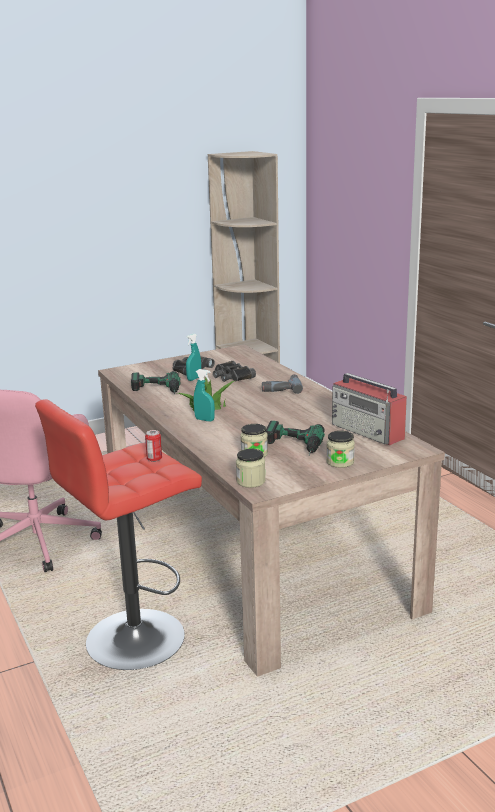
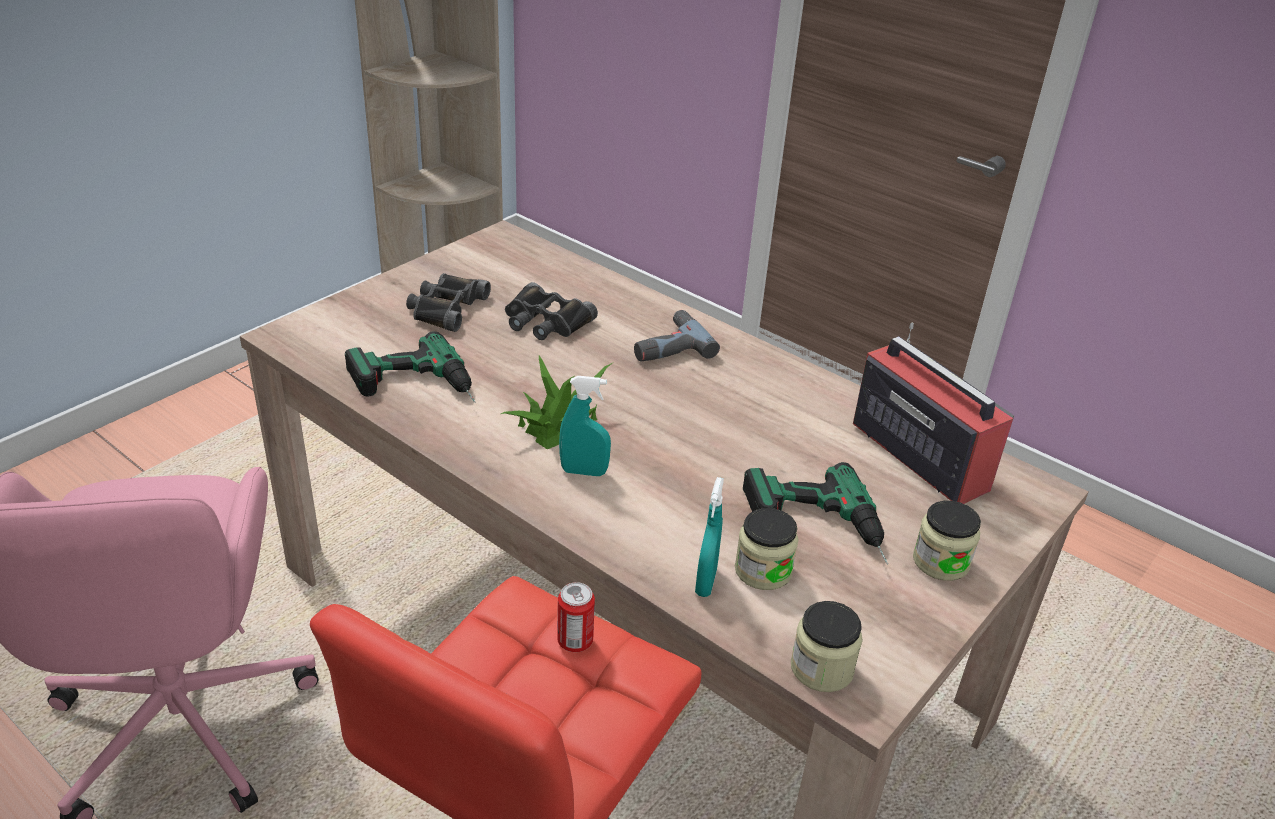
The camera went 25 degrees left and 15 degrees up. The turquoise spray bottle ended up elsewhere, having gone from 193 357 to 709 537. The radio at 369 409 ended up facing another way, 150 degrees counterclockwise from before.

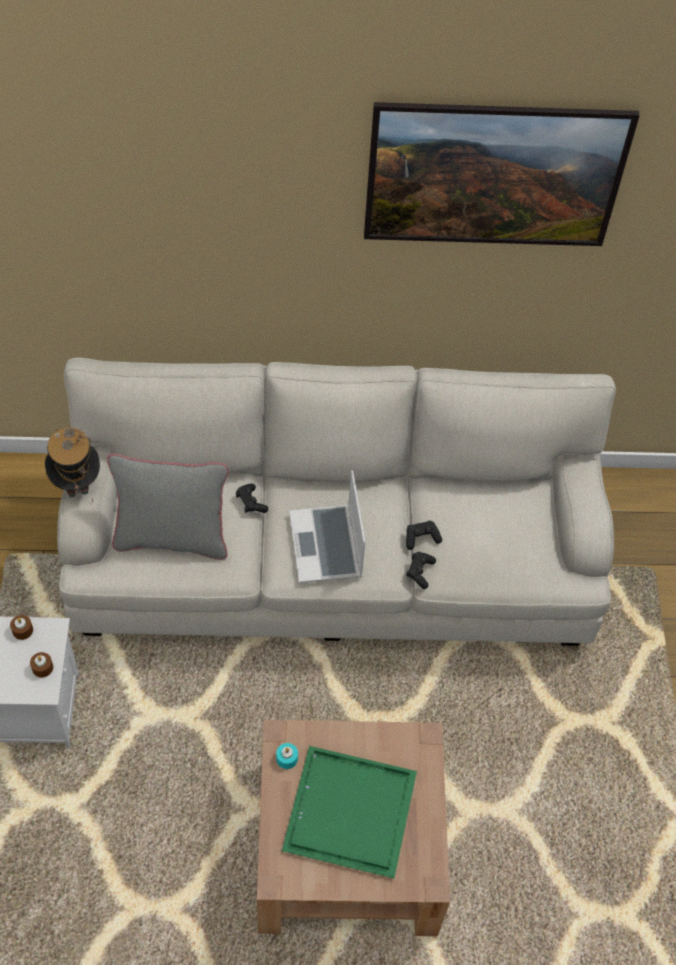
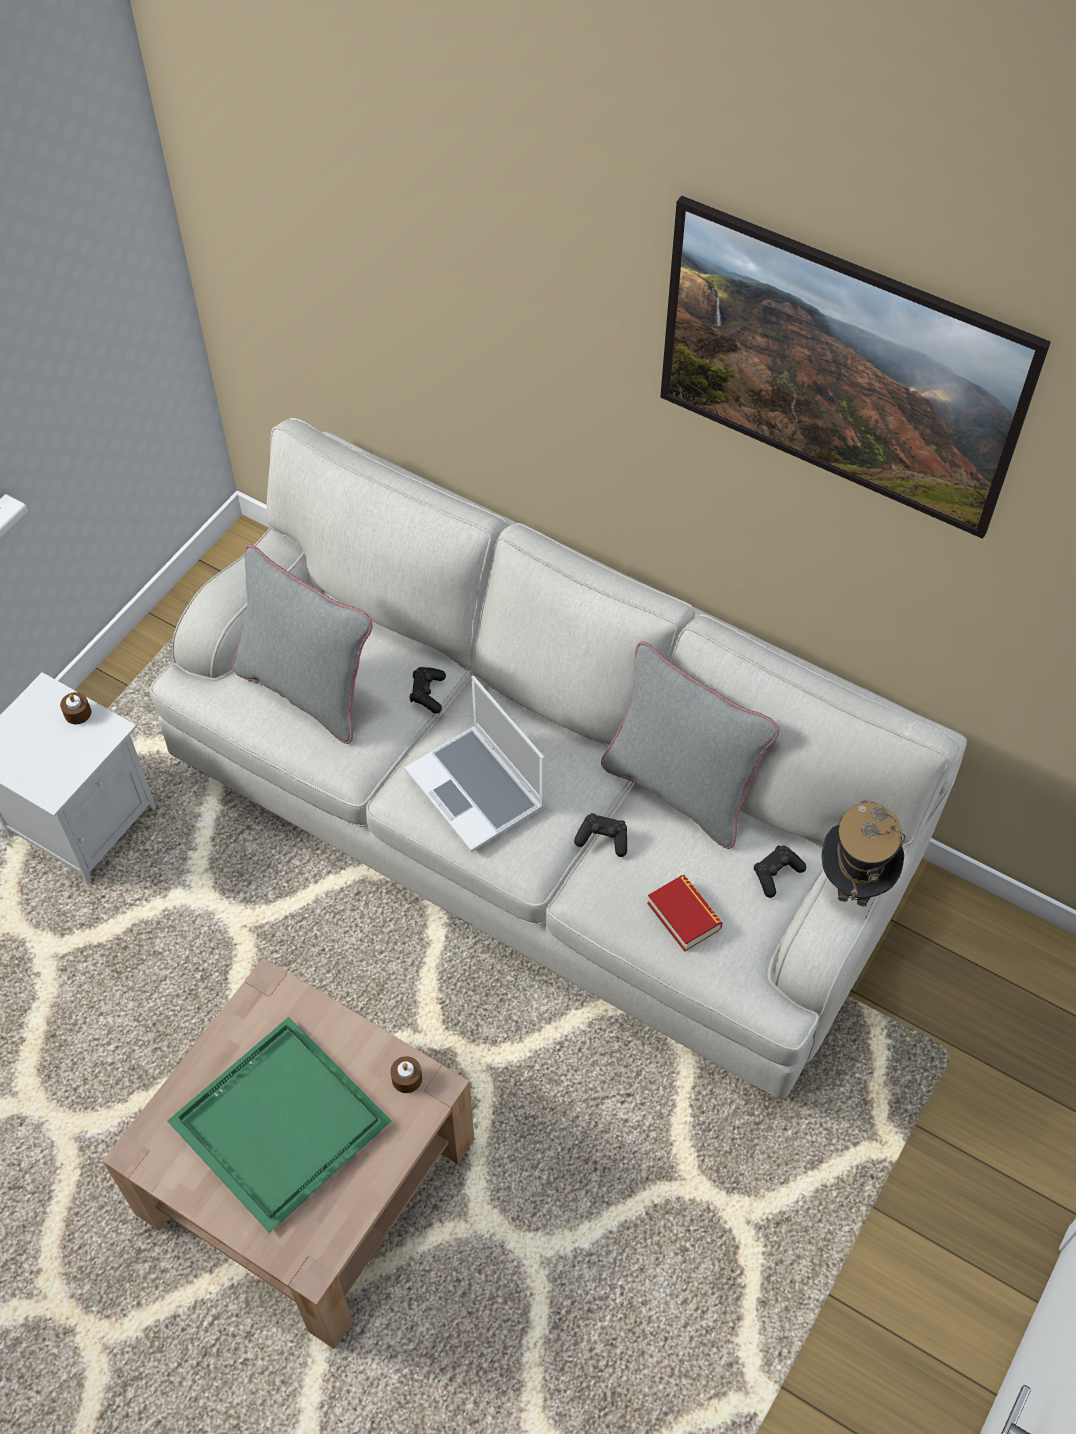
The camera went 35 degrees right and 0 degrees up. The second view lost the turquoise candle at 287 756. The second view gained the grey pillow at 690 745. The second view gained the book at 684 913. The brown candle ended up elsewhere, having gone from 41 665 to 406 1074. The hat ended up elsewhere, having gone from 72 465 to 863 859. The black game controller ended up elsewhere, having gone from 421 570 to 780 871. The laptop at 327 526 ended up facing another way, 60 degrees counterclockwise from before.

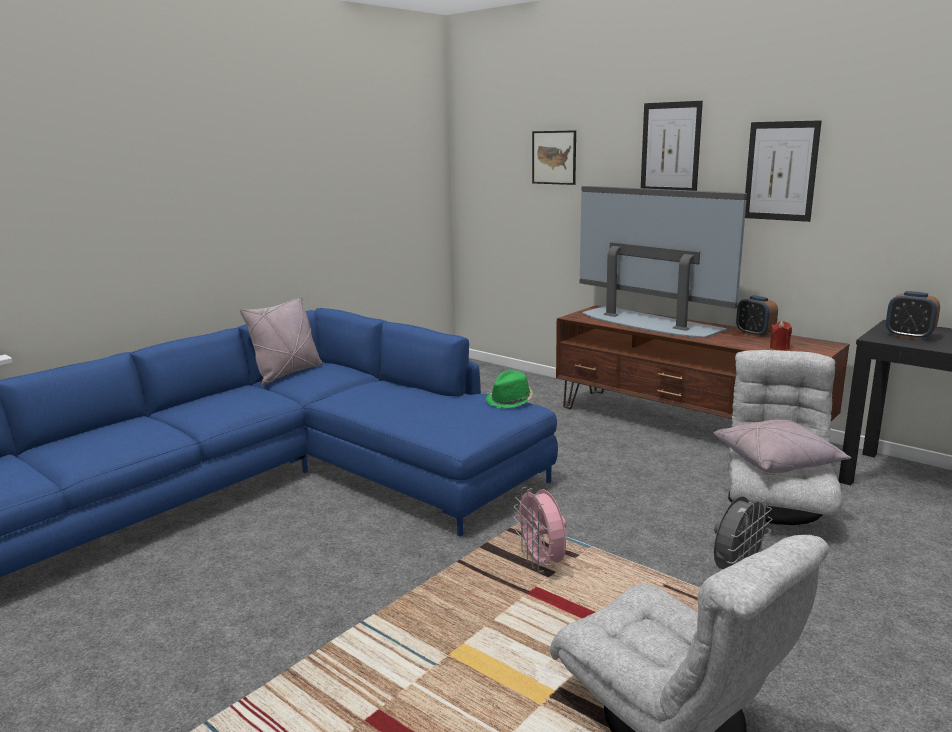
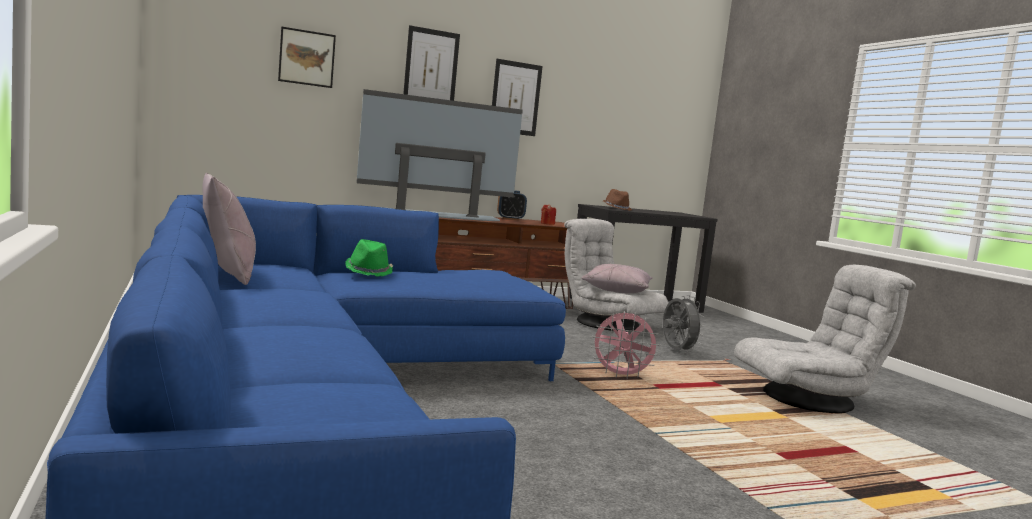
The camera went 65 degrees left and 10 degrees down. The green hat ended up elsewhere, having gone from 509 389 to 369 258. Where the alarm clock stood at 913 315, the brown hat came to stand at 617 200.

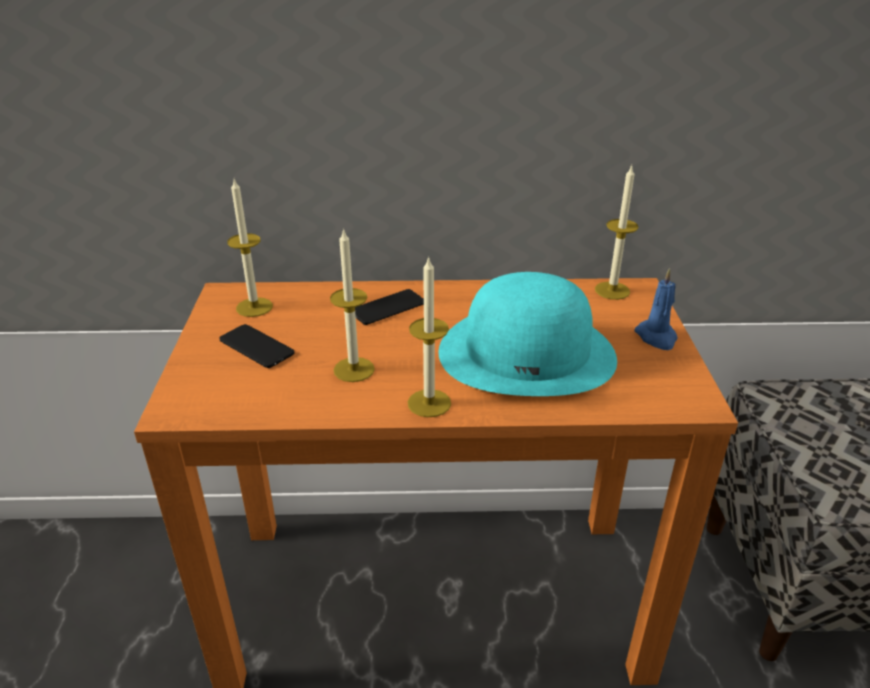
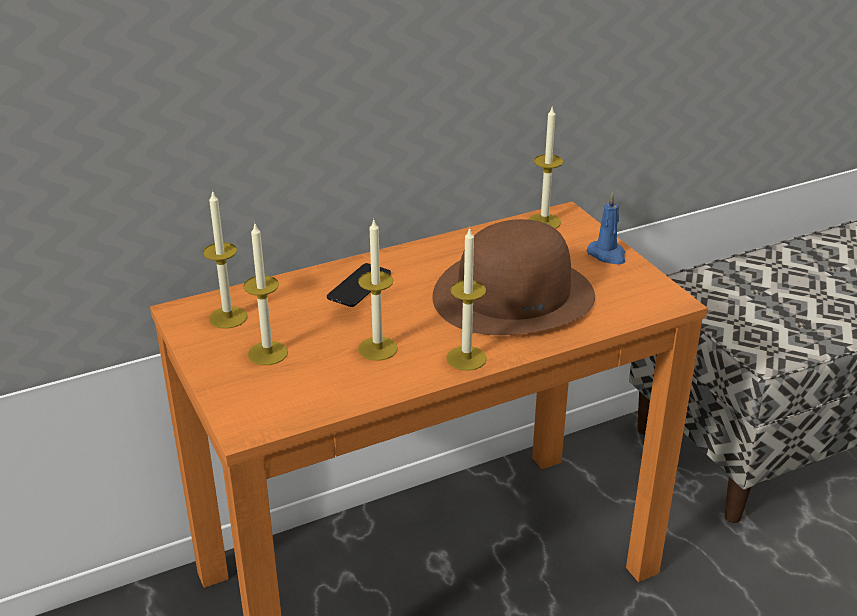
The camera went 25 degrees left and 0 degrees up. Where the phone stood at 256 346, the candle came to stand at 265 293. What was the turquoise hat at 527 334 turned into the brown hat at 513 277.

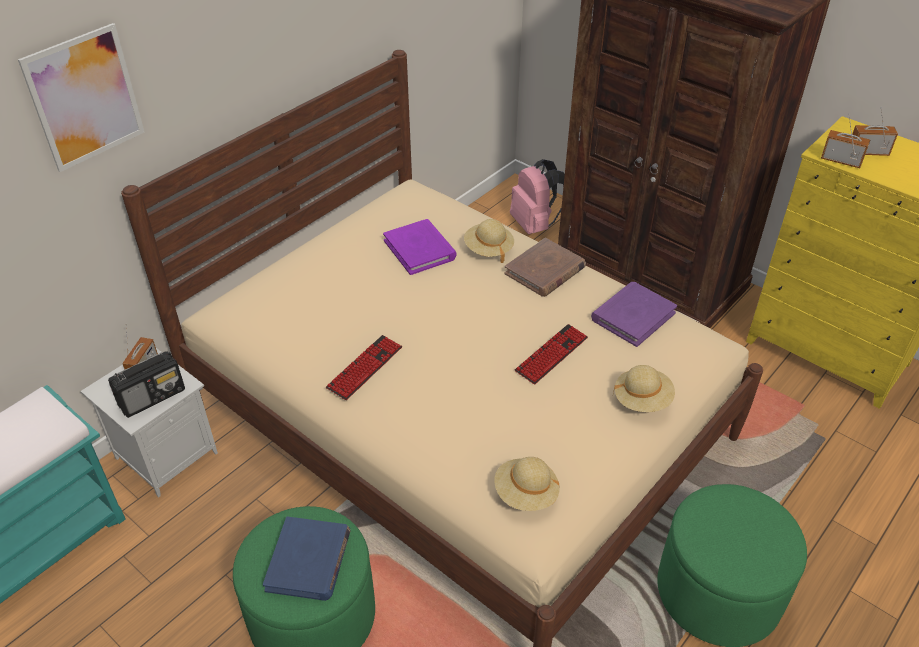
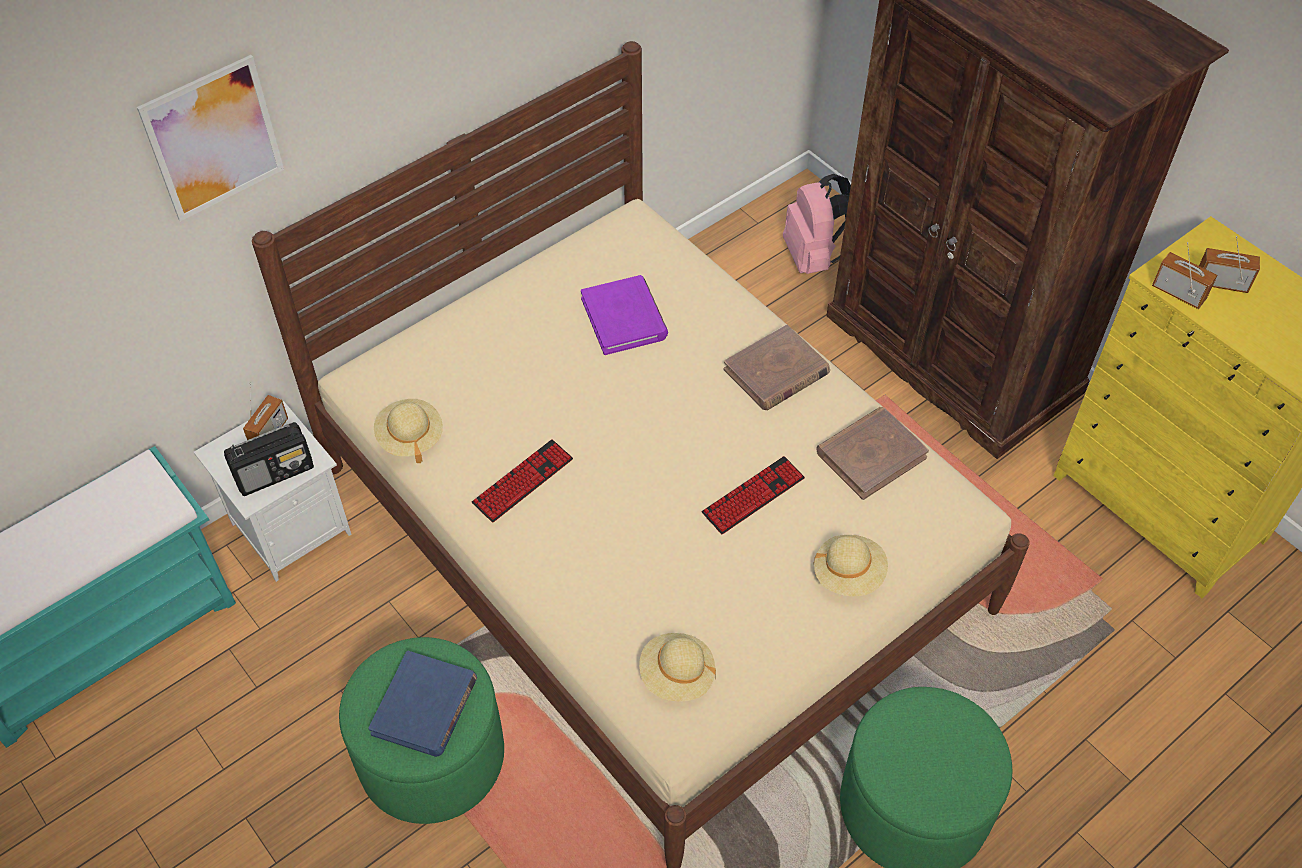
The camera went 10 degrees right and 10 degrees up. The beige hat ended up elsewhere, having gone from 489 241 to 408 431. What was the purple book at 634 314 turned into the brown book at 872 453.

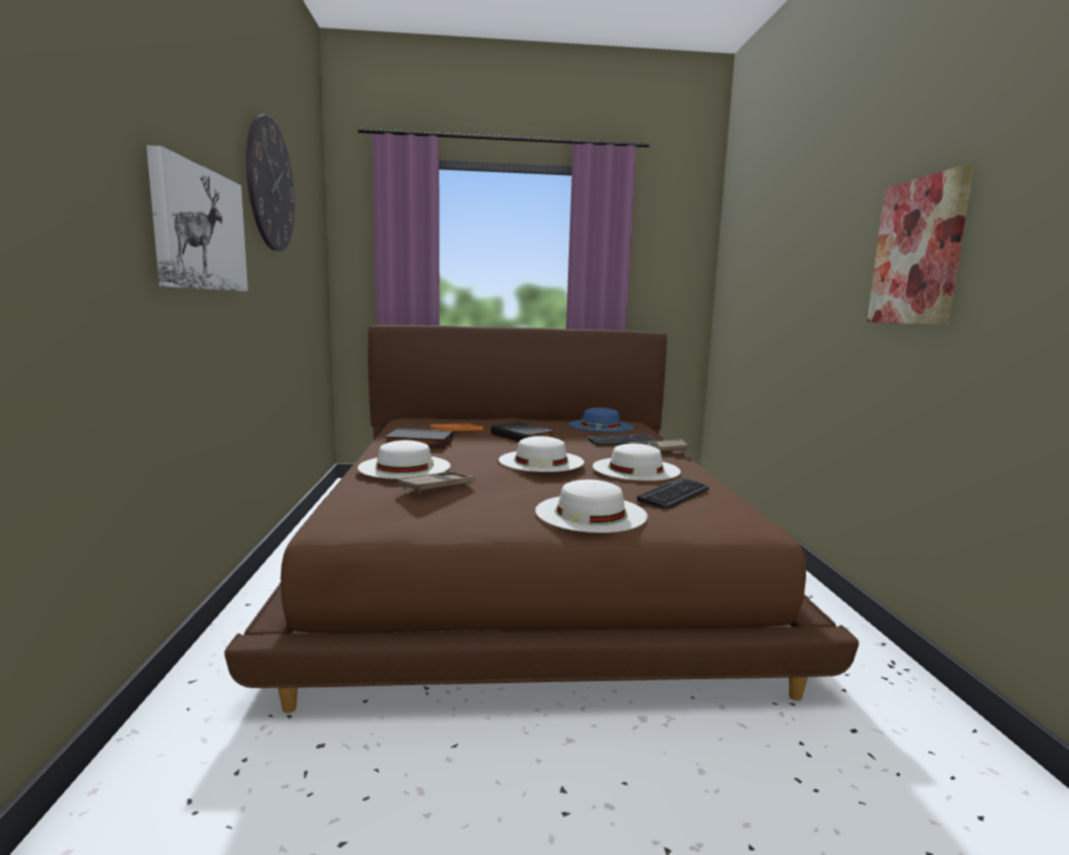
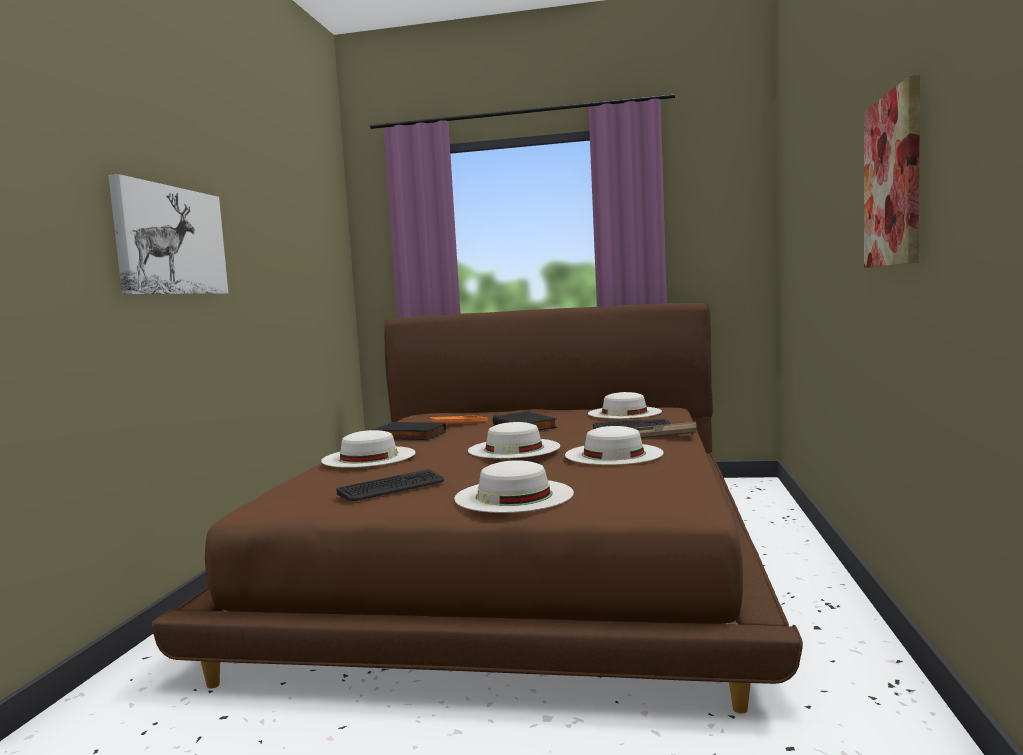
The camera went 15 degrees right and 5 degrees down. The second view lost the wall clock at 270 183. The second view lost the brown tray at 436 482. The keyboard ended up elsewhere, having gone from 673 493 to 390 485. What was the blue hat at 601 420 turned into the white hat at 625 405.

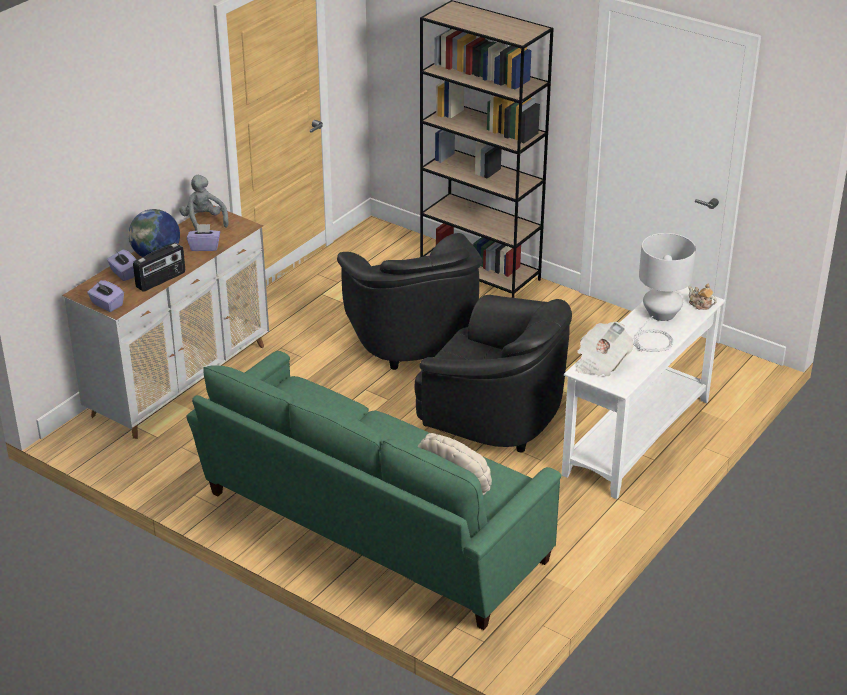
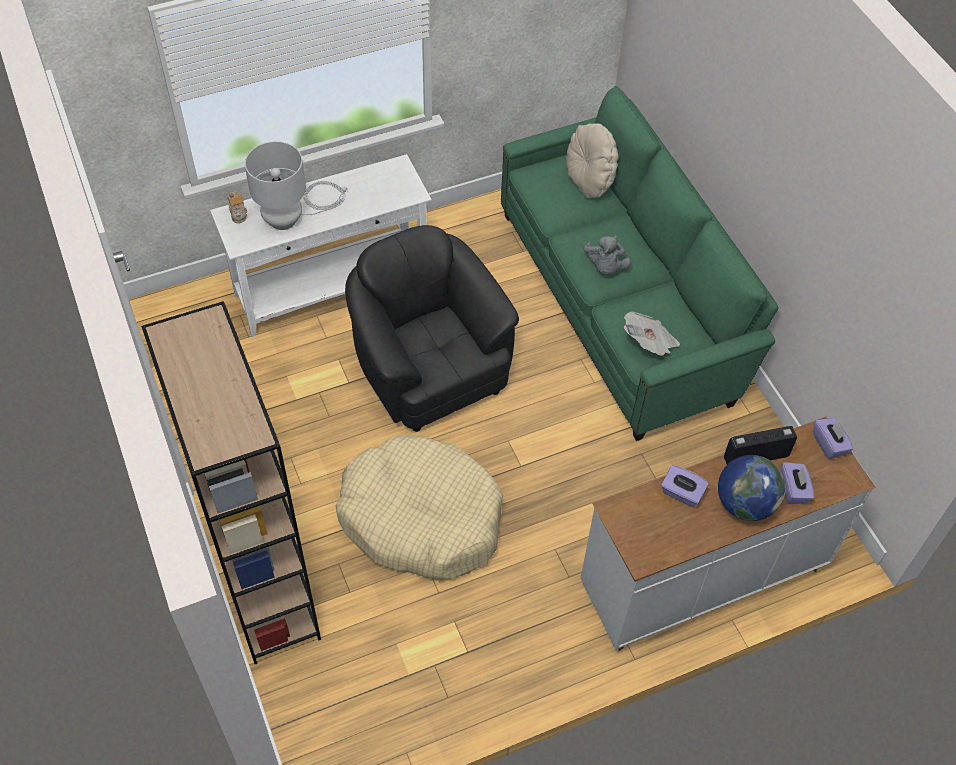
The camera went 150 degrees left and 20 degrees up. The grey plush toy ended up elsewhere, having gone from 203 203 to 607 255. The newspaper ended up elsewhere, having gone from 604 349 to 651 333. Where the black armchair stood at 410 301, the beige dog bed came to stand at 419 508.

